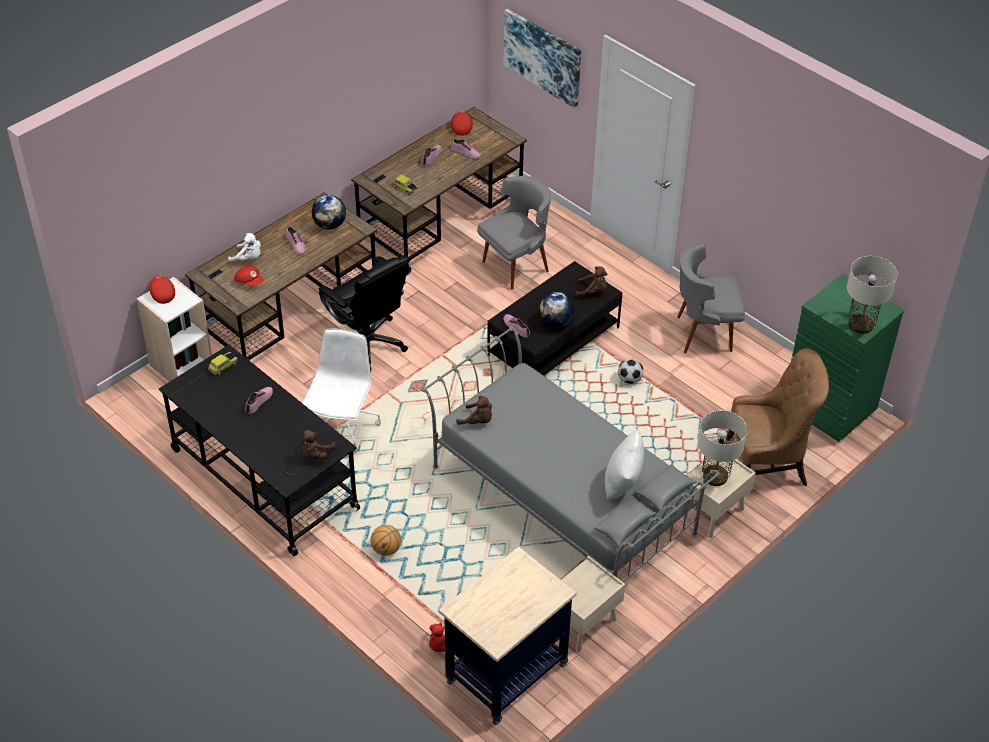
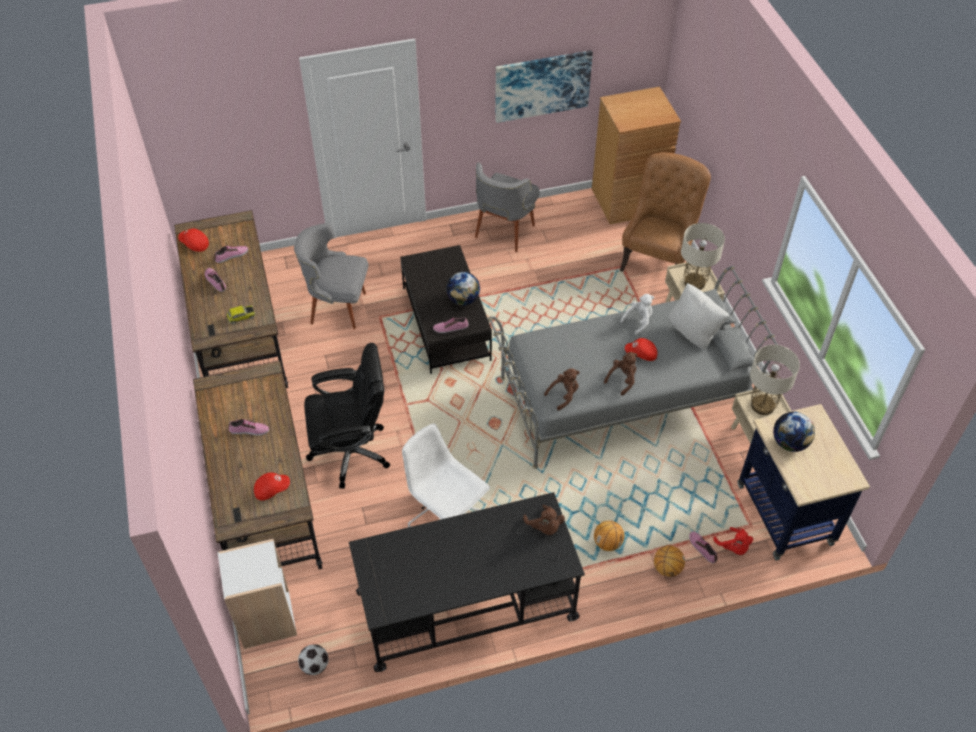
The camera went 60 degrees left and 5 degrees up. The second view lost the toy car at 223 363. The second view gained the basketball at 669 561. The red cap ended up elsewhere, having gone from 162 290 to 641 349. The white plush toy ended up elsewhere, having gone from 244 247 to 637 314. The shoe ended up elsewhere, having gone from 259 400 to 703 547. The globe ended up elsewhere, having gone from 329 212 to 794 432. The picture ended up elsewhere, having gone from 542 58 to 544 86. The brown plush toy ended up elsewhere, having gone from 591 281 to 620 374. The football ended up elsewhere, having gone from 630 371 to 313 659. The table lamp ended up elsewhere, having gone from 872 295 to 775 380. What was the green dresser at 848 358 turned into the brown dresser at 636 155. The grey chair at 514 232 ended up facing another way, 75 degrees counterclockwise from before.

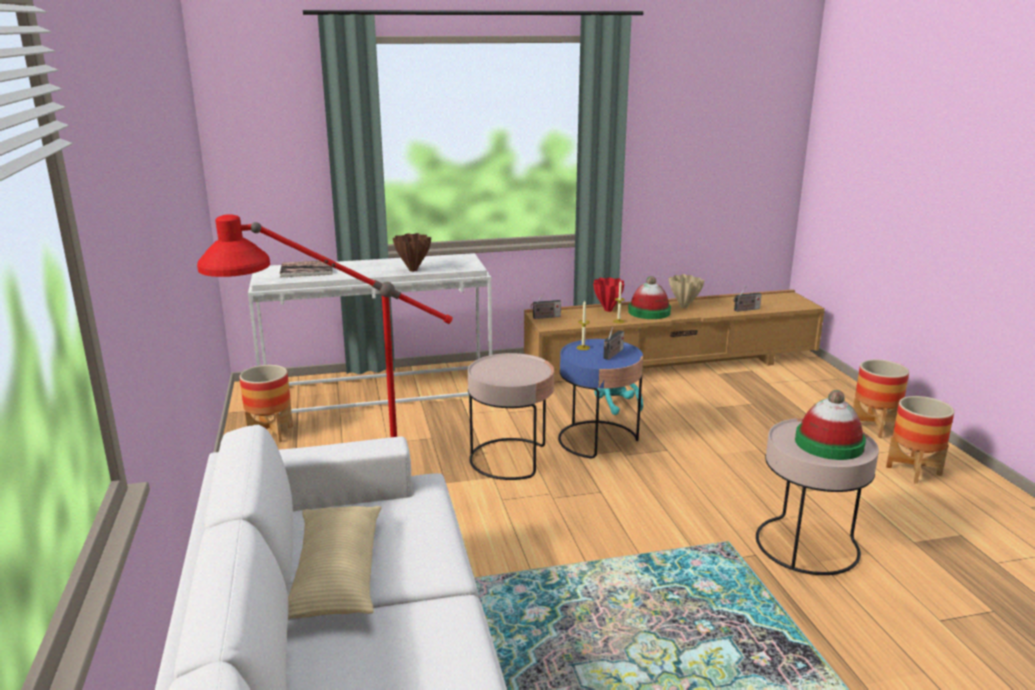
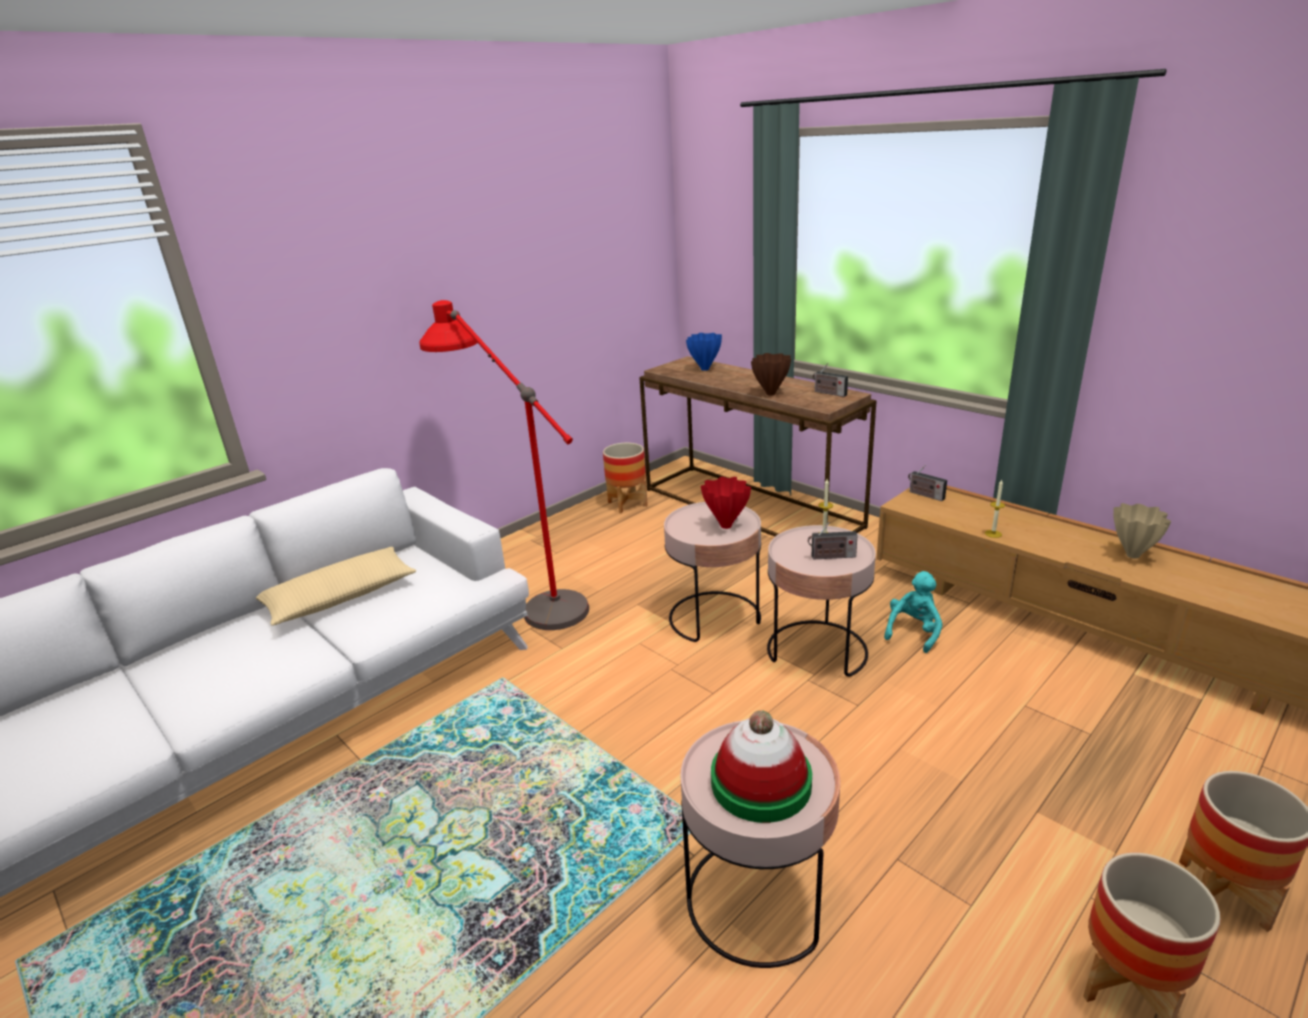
The camera went 60 degrees right and 5 degrees up. The second view lost the hat at 649 297. The red vase ended up elsewhere, having gone from 608 294 to 726 503. The radio ended up elsewhere, having gone from 747 299 to 830 380. Where the book stood at 306 268, the blue vase came to stand at 704 352. What was the white console table at 370 333 turned into the brown console table at 758 446. What was the blue side table at 600 399 turned into the pink side table at 821 601.

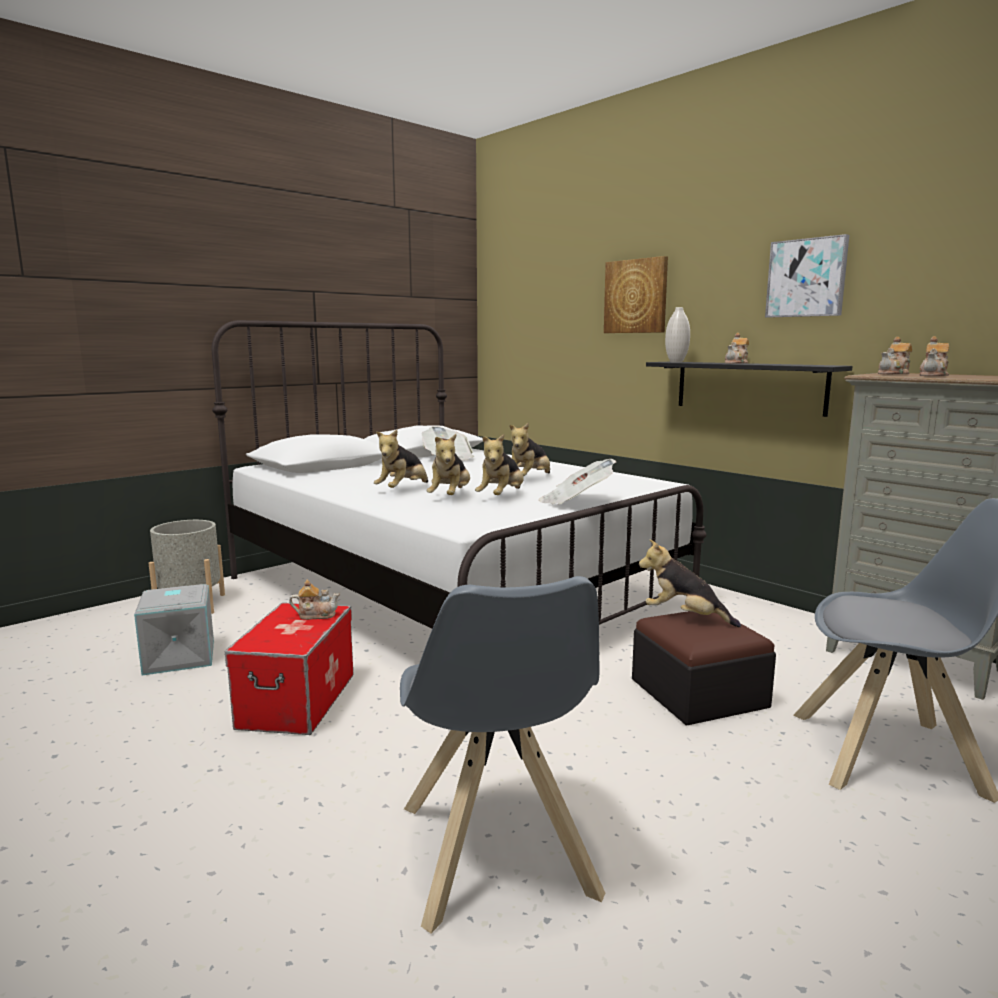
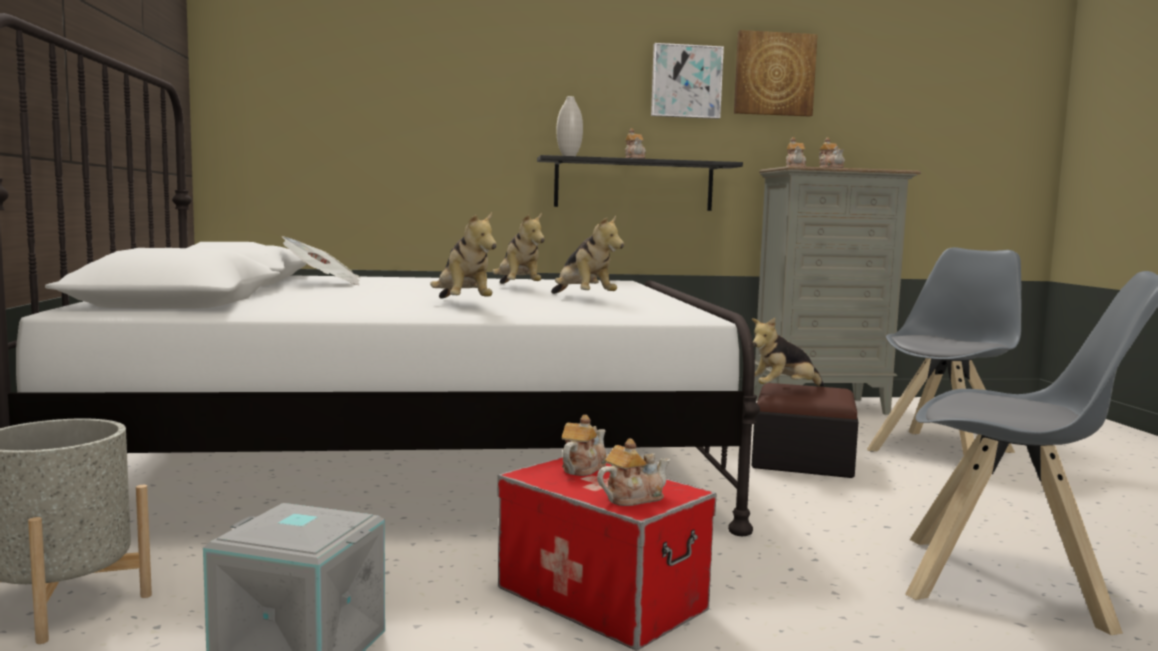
The camera went 55 degrees left and 5 degrees down. The second view lost the plush toy at 448 464. The second view lost the newspaper at 577 482. The second view gained the teapot at 633 472. The picture ended up elsewhere, having gone from 636 294 to 776 73.

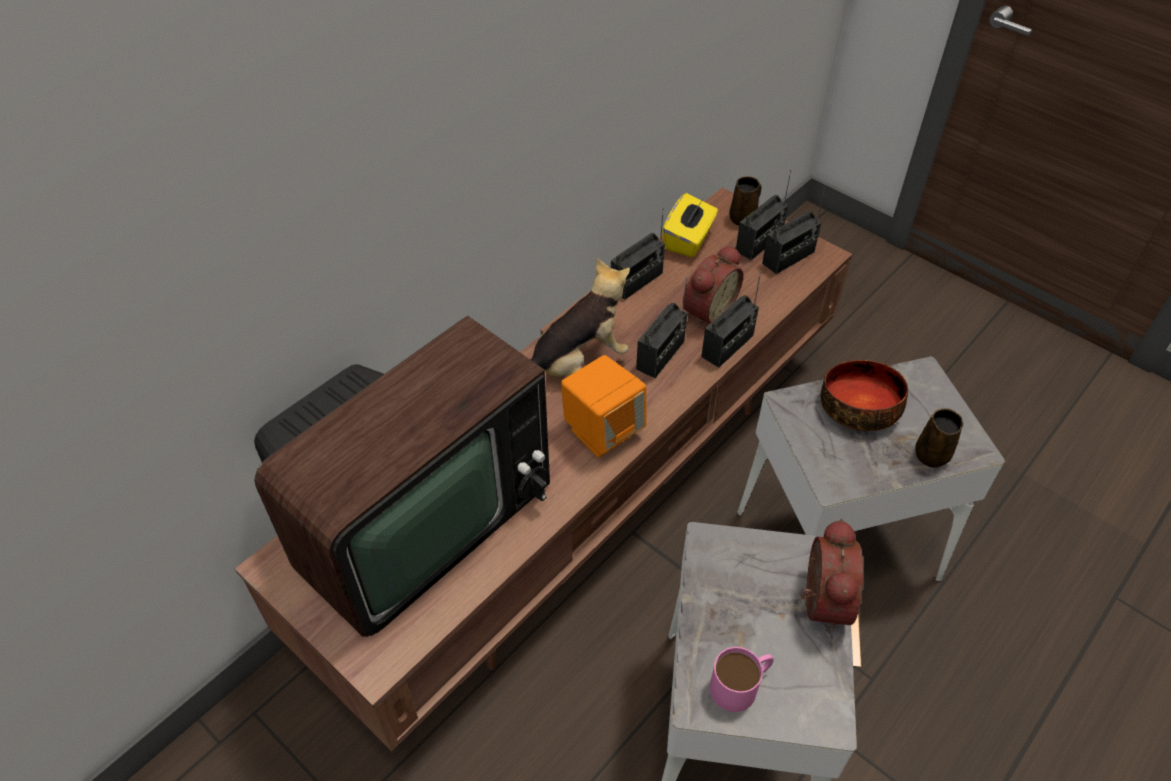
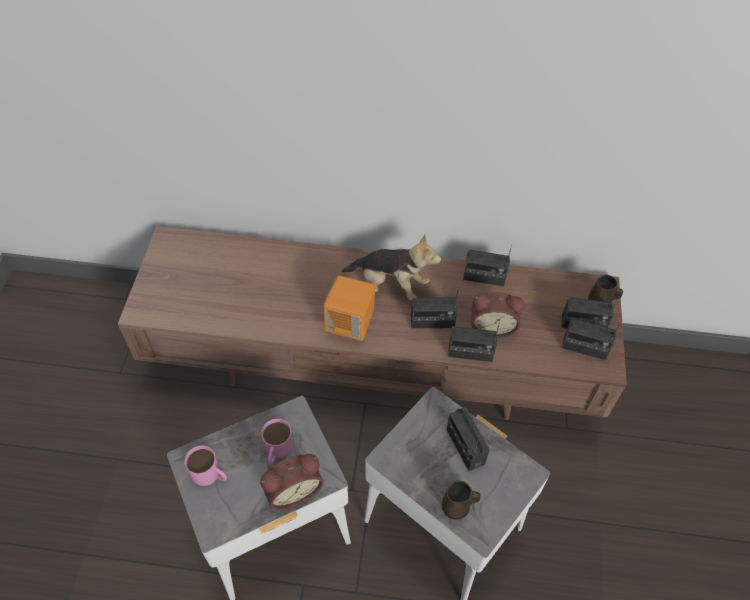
The camera went 55 degrees right and 5 degrees up. The second view lost the television at 402 476. The second view lost the yellow tissue box at 690 225. The second view gained the pink mug at 277 442. Where the bowl stood at 864 395, the radio came to stand at 468 439.

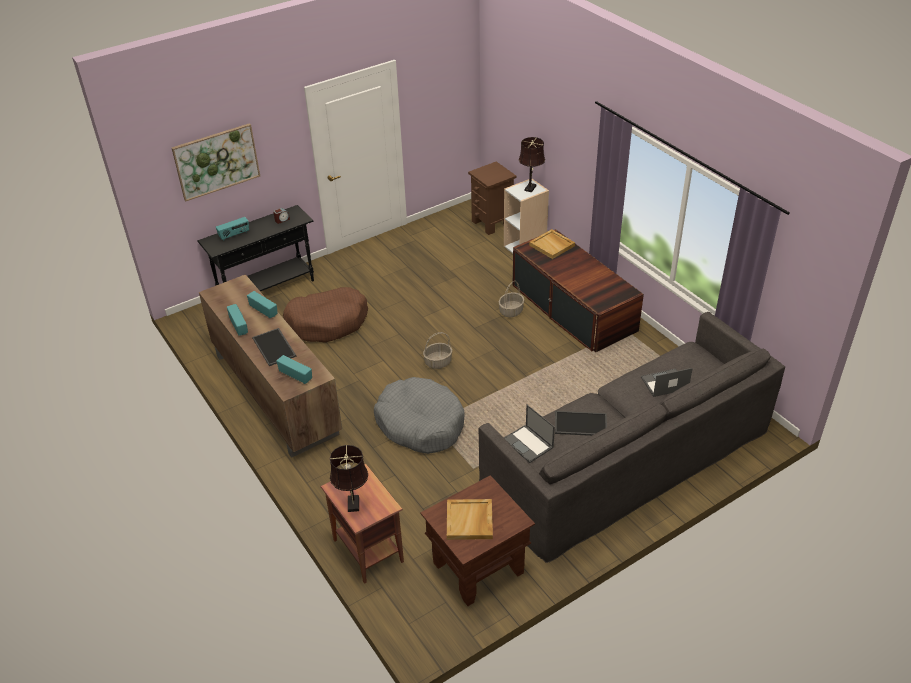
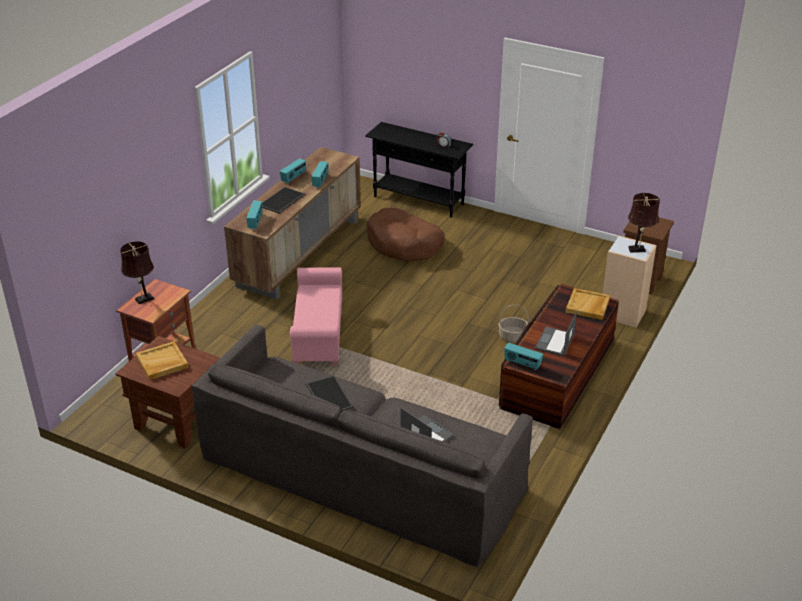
The camera went 60 degrees right and 5 degrees down. The second view lost the picture at 216 162. The second view lost the basket at 437 350. The radio ended up elsewhere, having gone from 232 228 to 523 356. The laptop ended up elsewhere, having gone from 529 434 to 556 334. Where the grey dog bed stood at 419 415, the pink ottoman came to stand at 316 316.

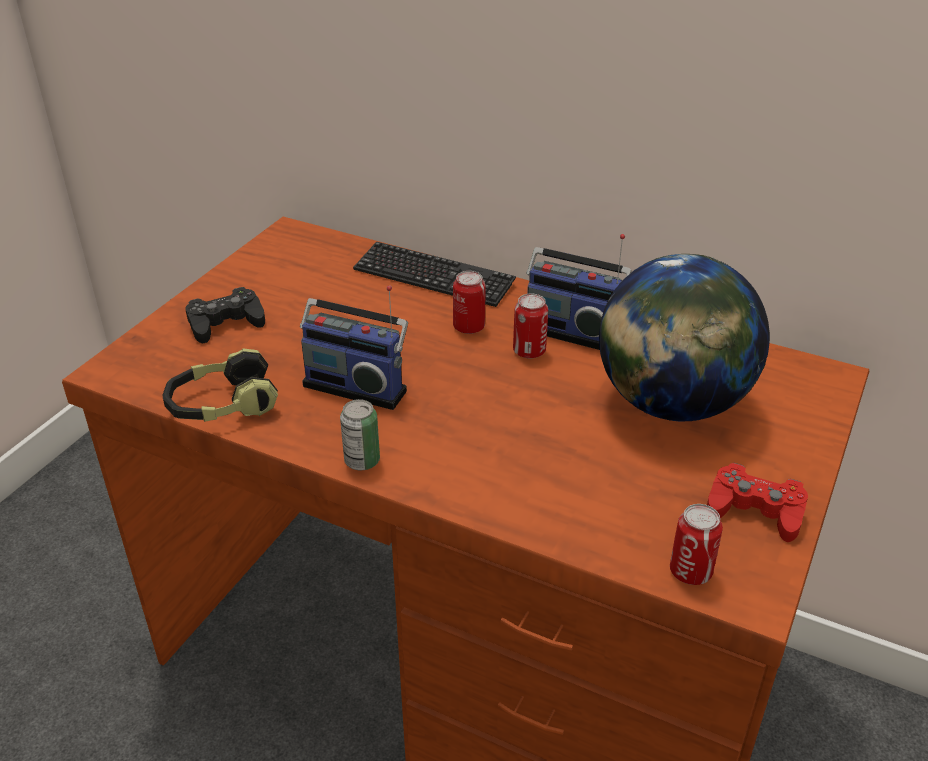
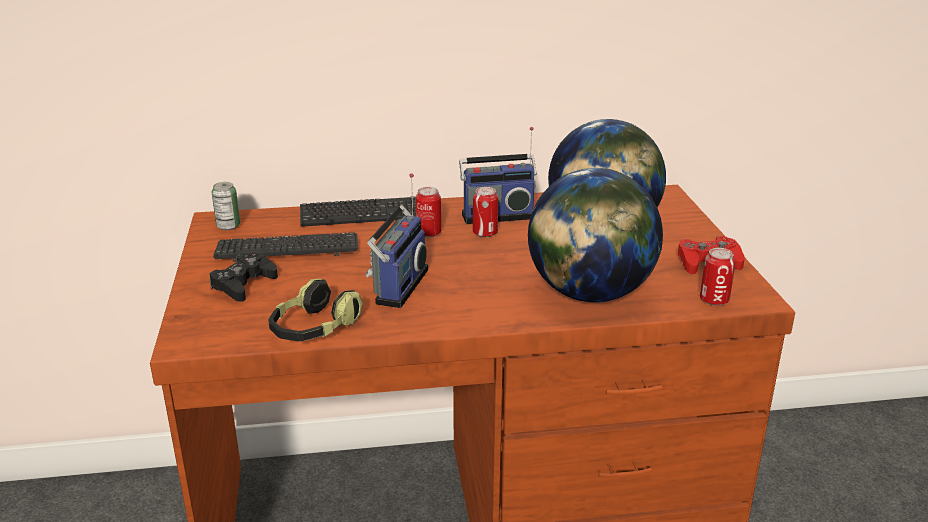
The camera went 35 degrees left and 10 degrees down. The second view gained the keyboard at 285 247. The second view gained the globe at 595 235. The can ended up elsewhere, having gone from 360 434 to 226 206. The radio at 354 347 ended up facing another way, 60 degrees counterclockwise from before.

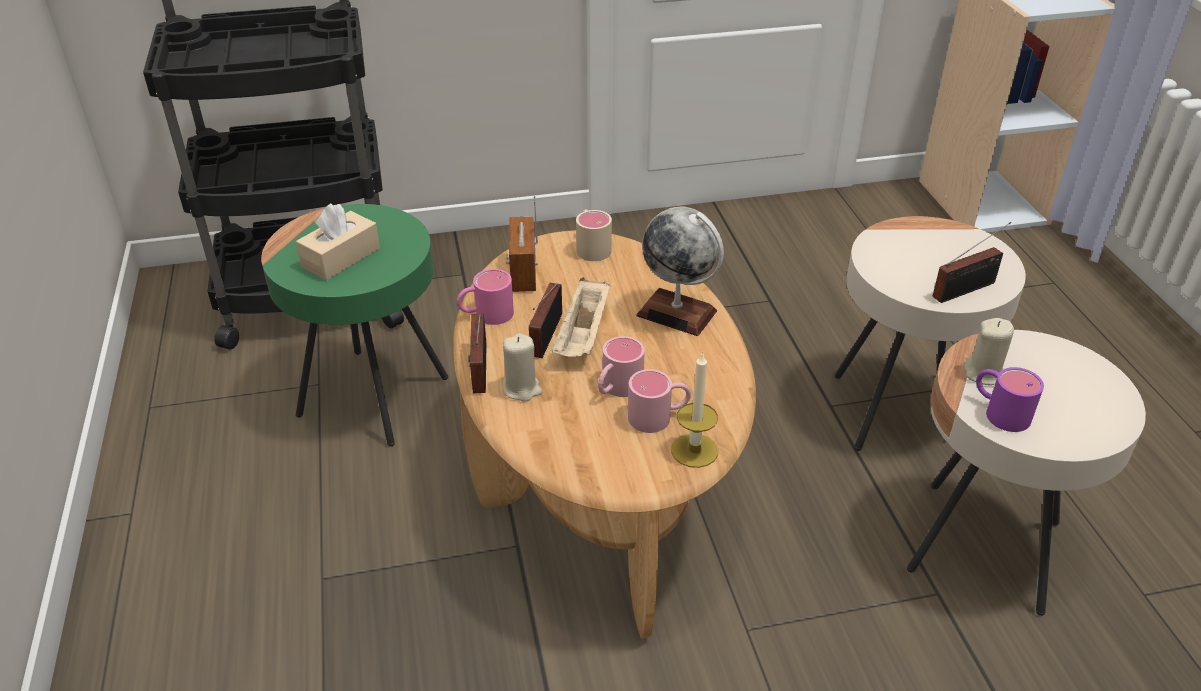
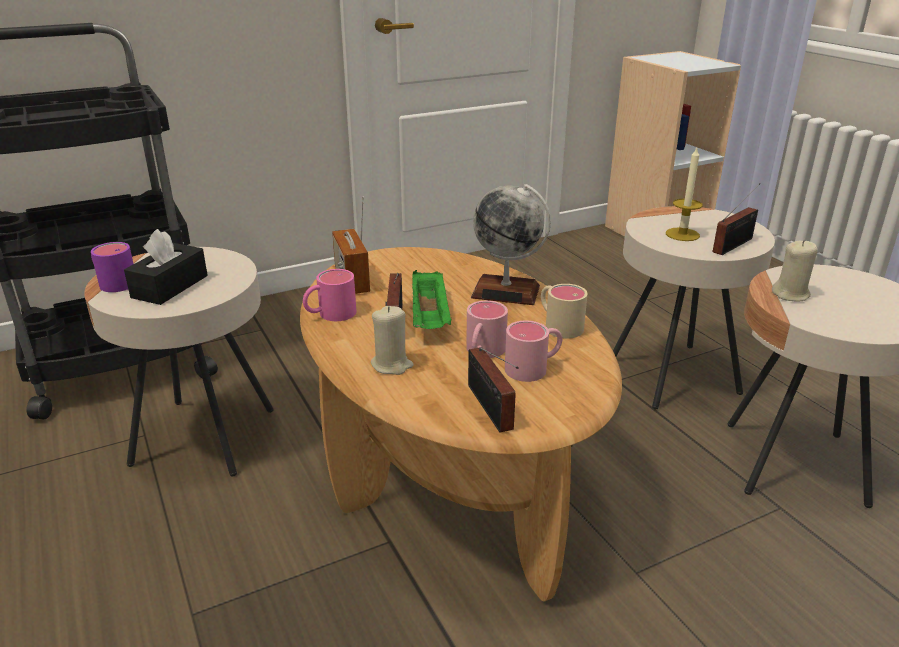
The camera went 15 degrees left and 10 degrees down. The radio ended up elsewhere, having gone from 477 353 to 493 389. The beige mug ended up elsewhere, having gone from 594 235 to 564 311. The candle ended up elsewhere, having gone from 694 410 to 684 194. The purple mug ended up elsewhere, having gone from 1010 399 to 112 267. What was the green side table at 354 325 turned into the beige side table at 179 362. What was the beige tissue box at 338 242 turned into the black tissue box at 166 267. What was the beige tray at 581 317 turned into the green tray at 432 299.

